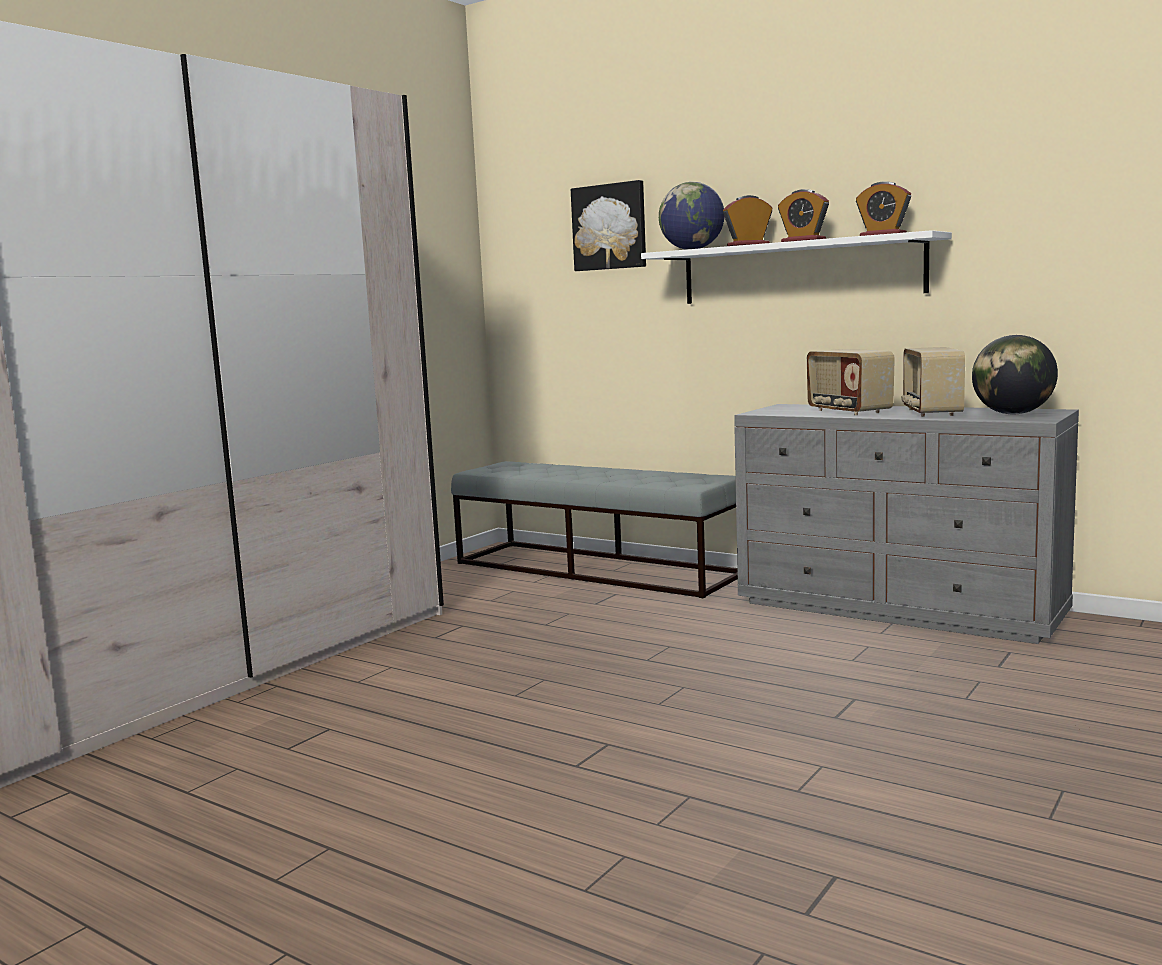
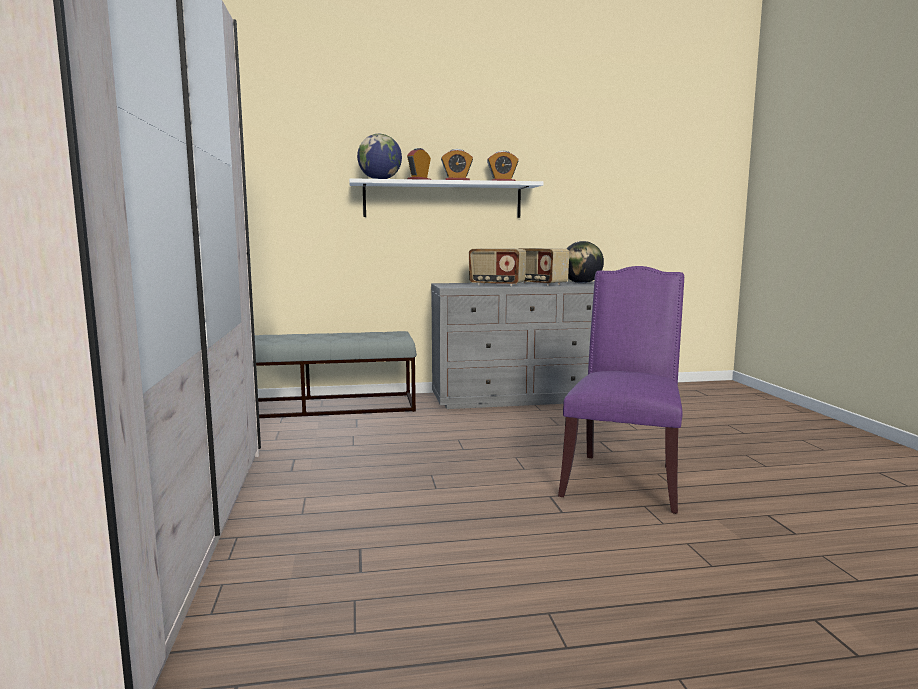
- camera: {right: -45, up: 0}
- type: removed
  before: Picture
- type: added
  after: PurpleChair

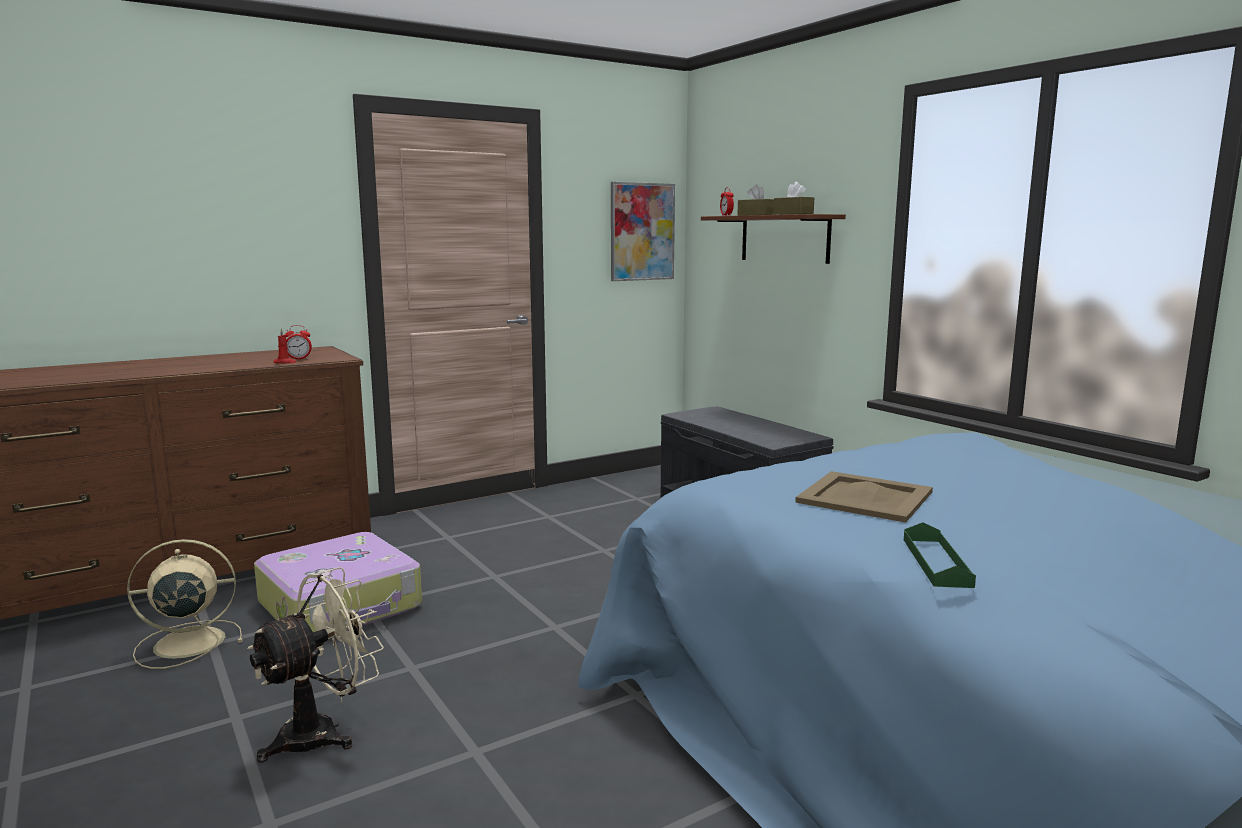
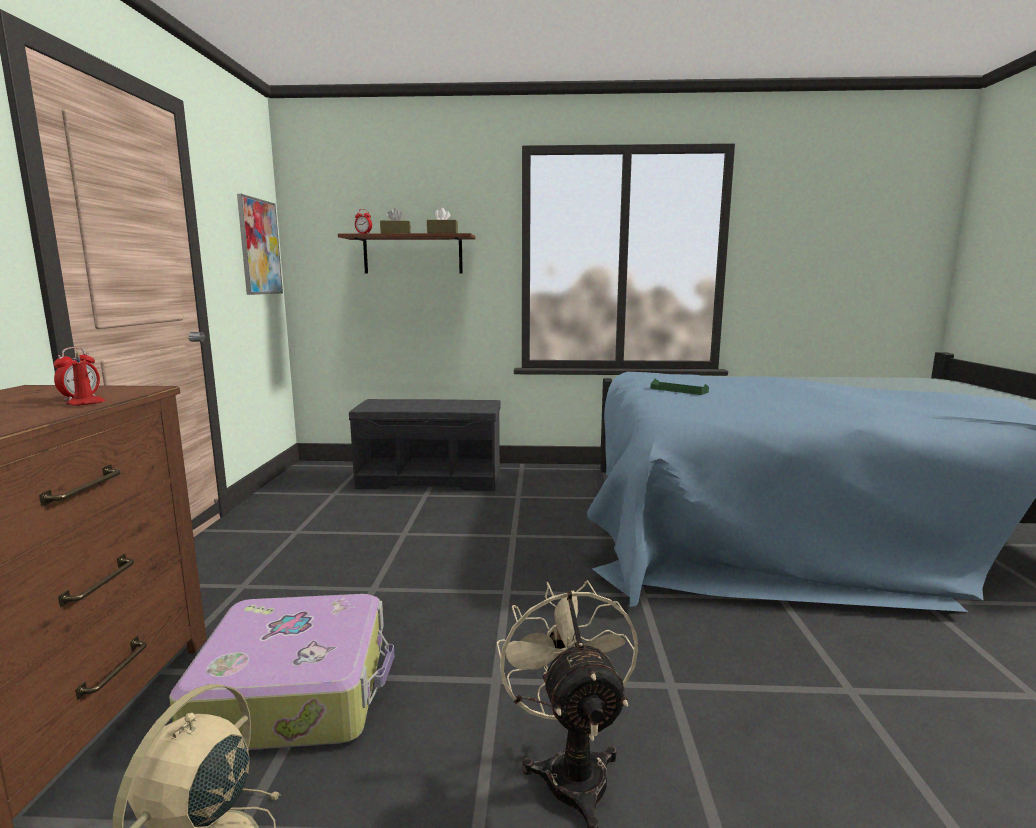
- camera: {right: -55, up: 0}
- type: removed
  before: BeigeTray
- type: moved
  before: GreenTray

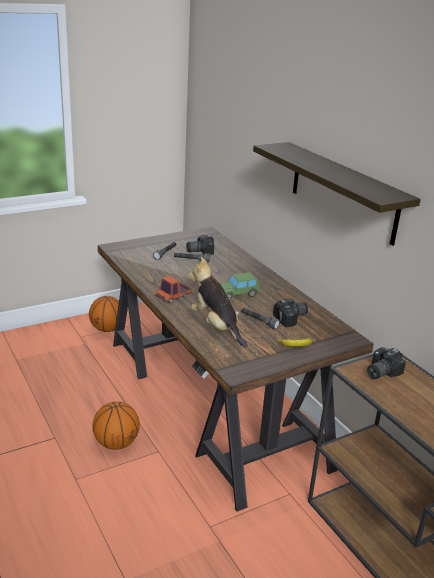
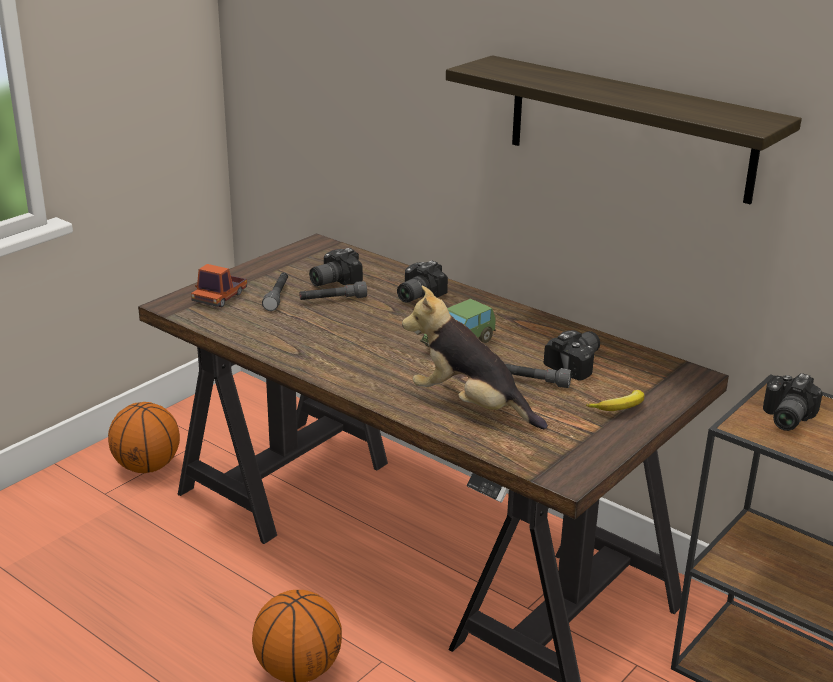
- camera: {right: -20, up: 0}
- type: moved
  before: ToyTruck
- type: added
  after: PhotoCamera (2nd from left)

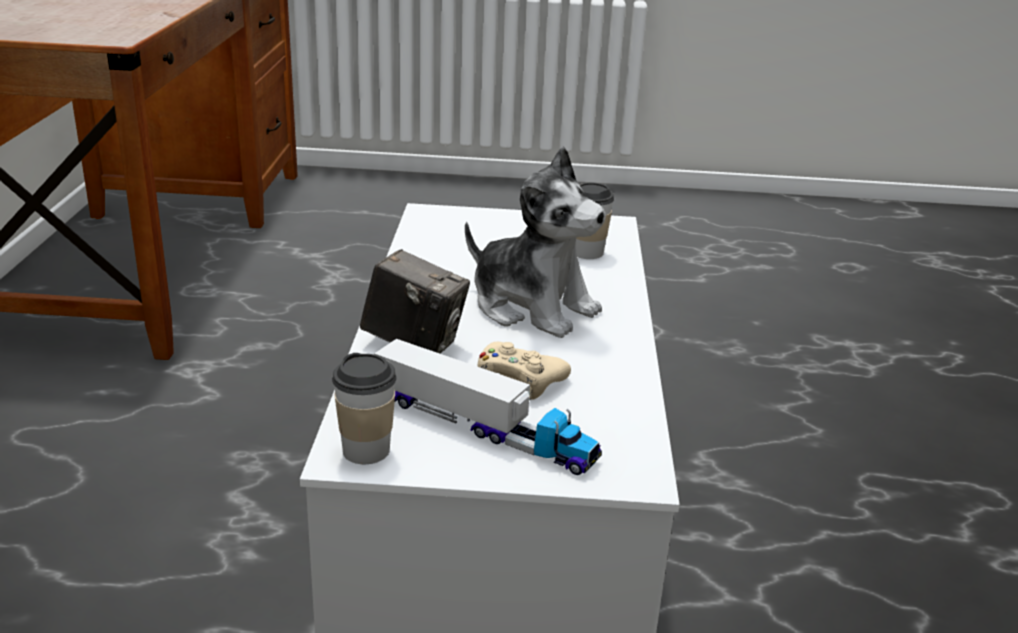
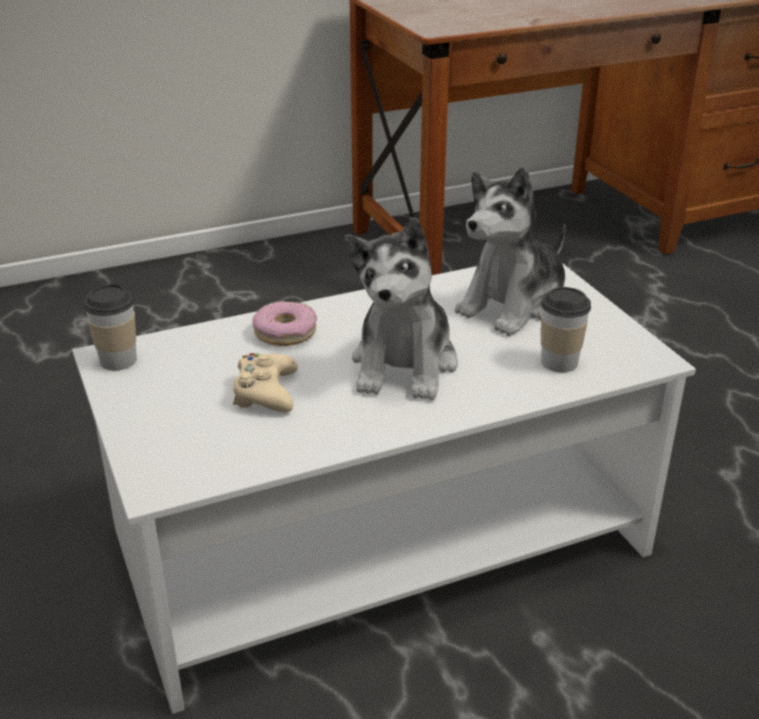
- camera: {right: 65, up: 5}
- type: replaced
  before: PhotoCamera
  after: Donut
- type: removed
  before: ToyTruck
- type: added
  after: PlushToy (2nd from left)

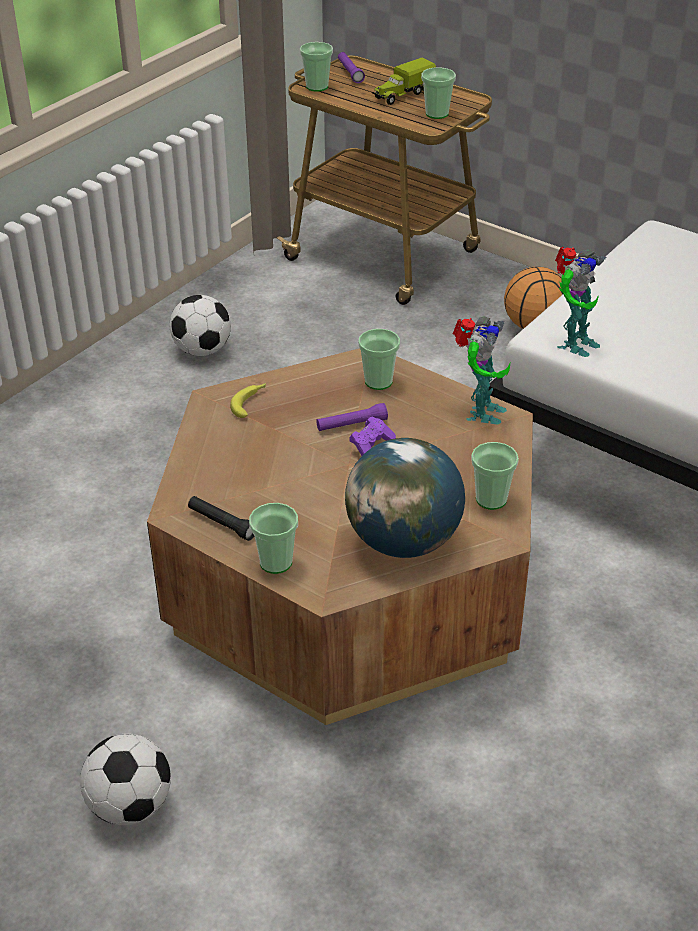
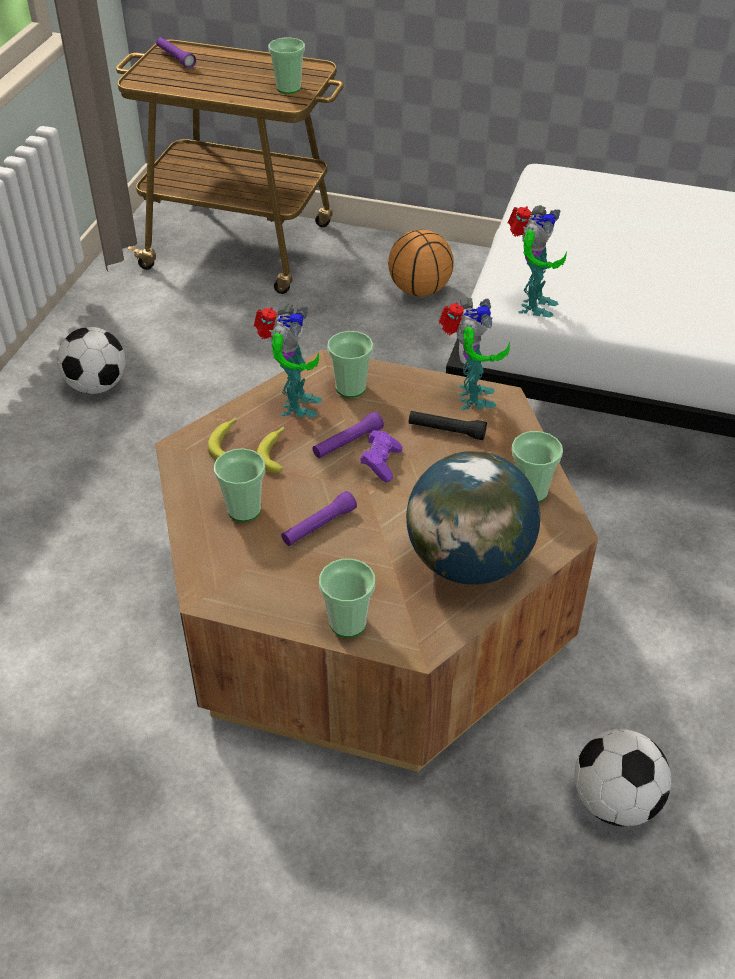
- camera: {right: -20, up: 5}
- type: moved
  before: Football (1st from left in the first image)
  after: Football (2nd from left)
- type: moved
  before: BlackFlashlight
- type: moved
  before: Cup (2nd from left in the first image)
  after: Cup (1st from left)
- type: removed
  before: ToyTruck
- type: added
  after: ToyRobot (1st from left)
- type: added
  after: Banana (2nd from left)
- type: added
  after: PurpleFlashlight (2nd from left)

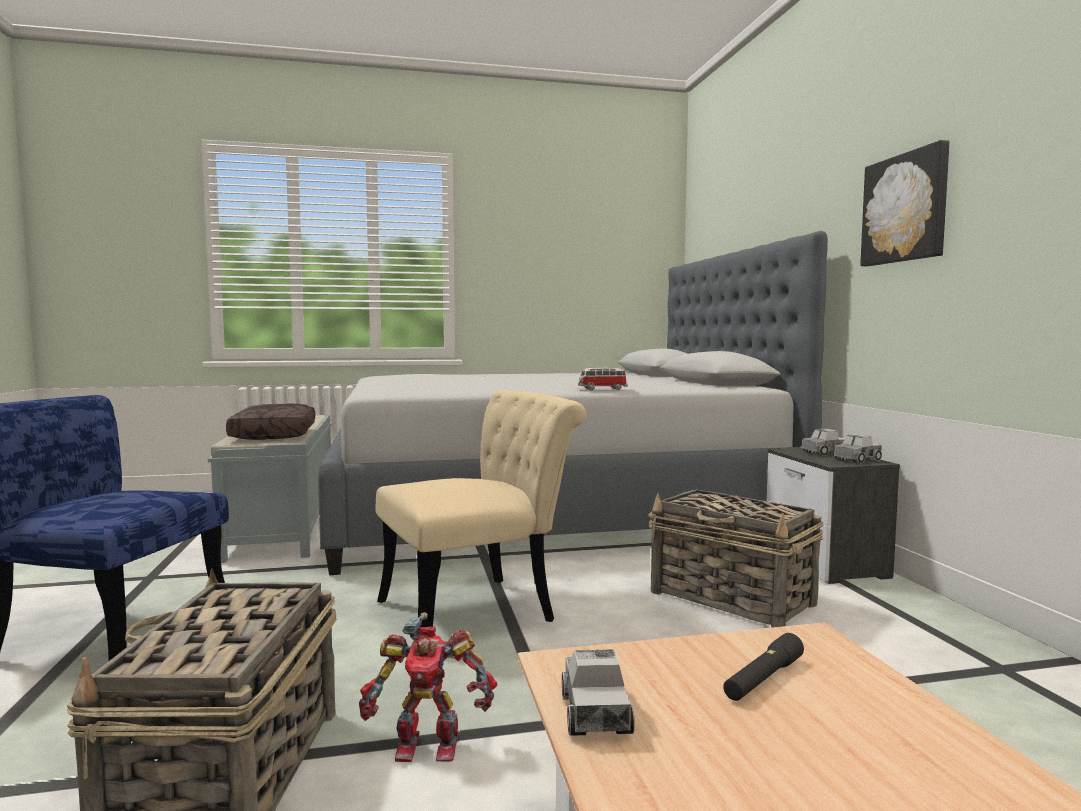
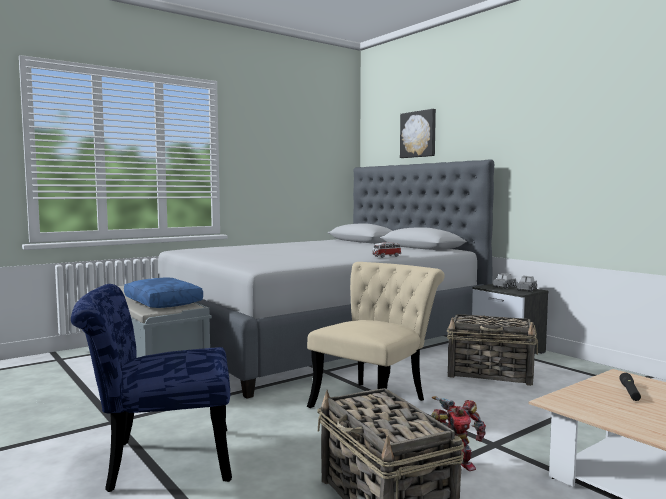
- camera: {right: -25, up: 0}
- type: recoloured
  before: BrownPillow
  after: BluePillow
- type: removed
  before: ToyTruck (1st from left)
- type: moved
  before: Picture

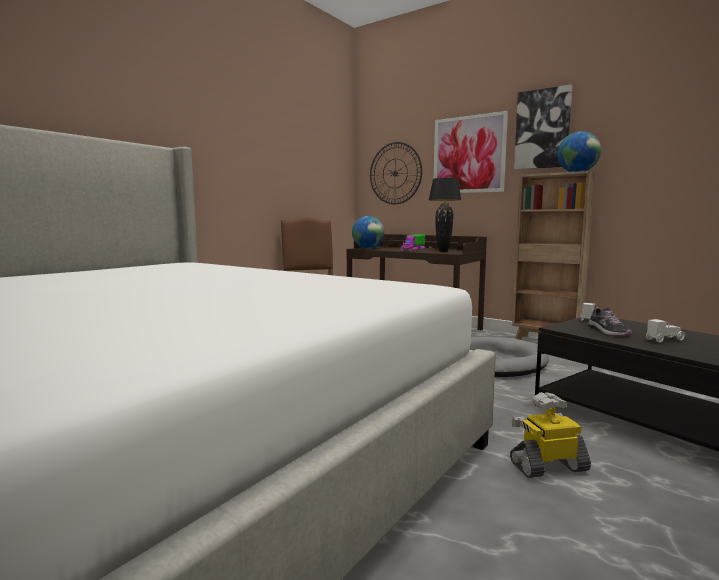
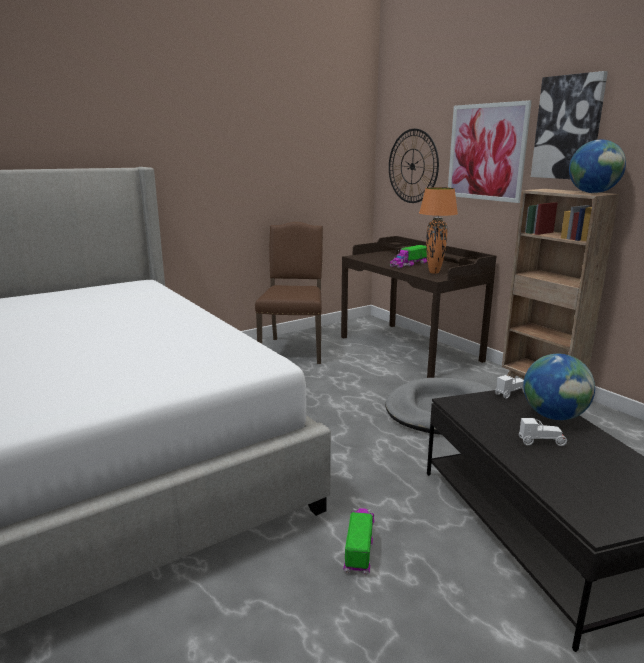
- camera: {right: 20, up: 10}
- type: moved
  before: Globe (1st from left)
- type: recoloured
  before: BlackTableLamp
  after: OrangeTableLamp
- type: replaced
  before: ToyRobot
  after: ToyTruck (1st from left)
- type: removed
  before: Shoe

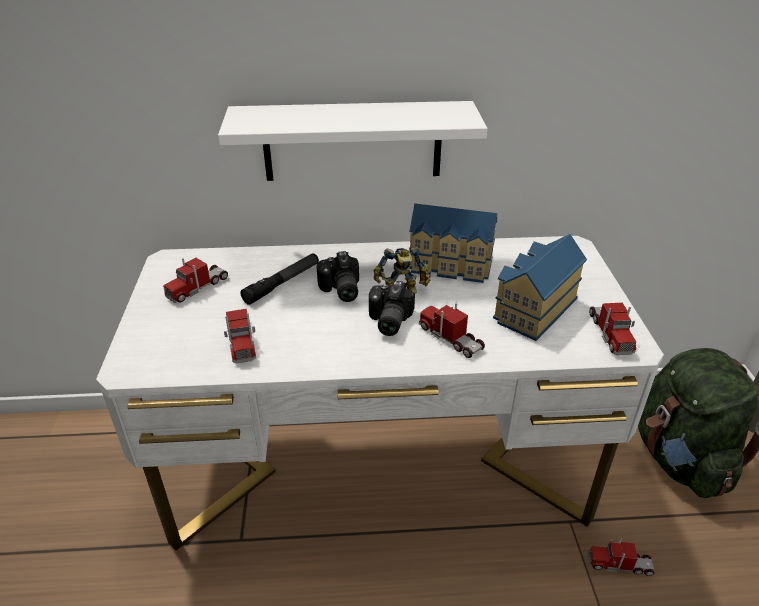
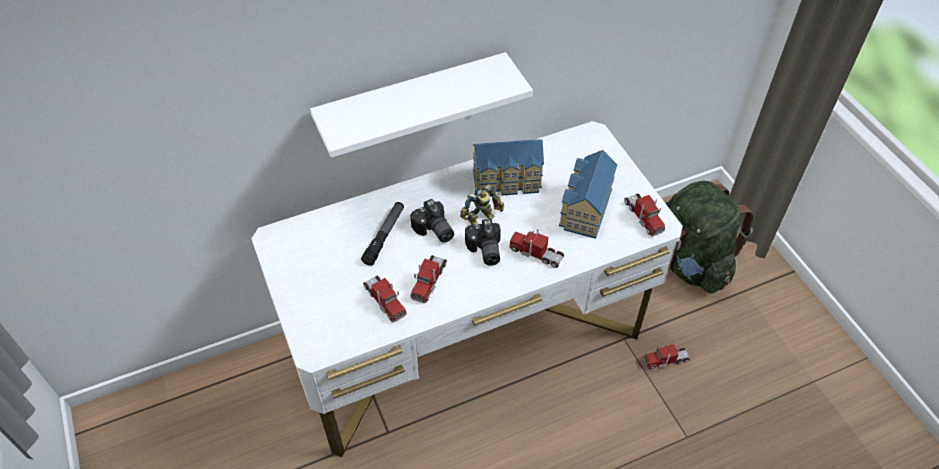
- camera: {right: -20, up: 15}
- type: moved
  before: ToyTruck (1st from left in the first image)
  after: ToyTruck (2nd from left)

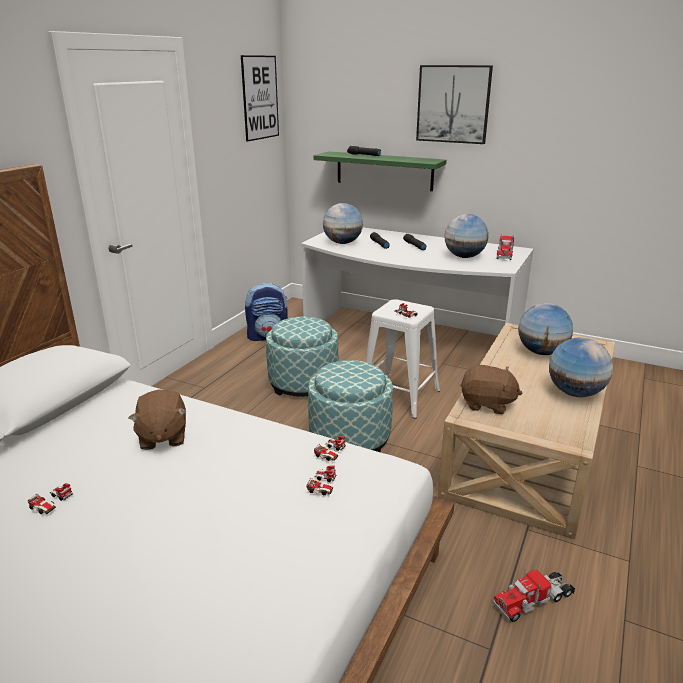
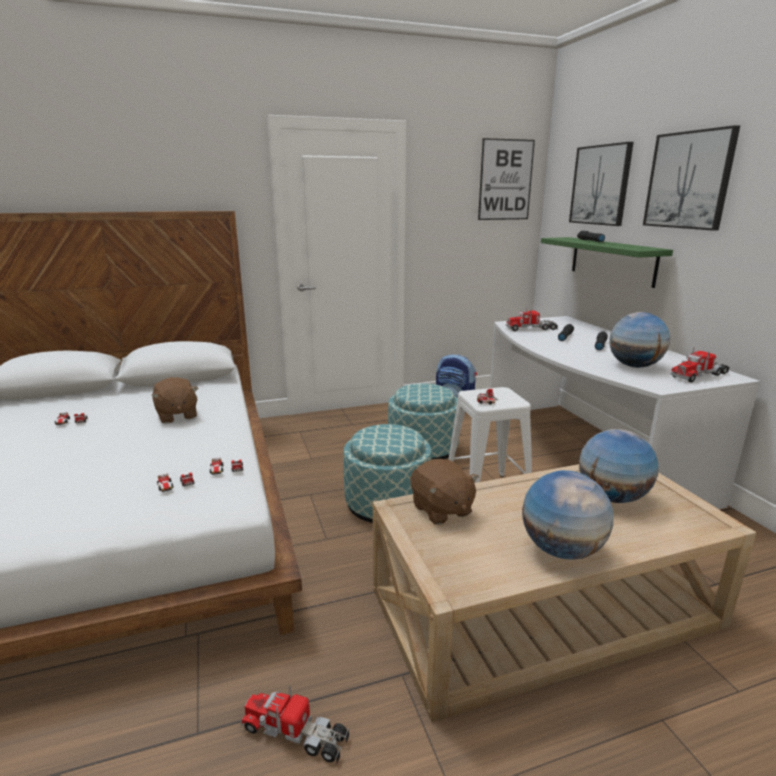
- camera: {right: 45, up: -5}
- type: turned
  before: BrownPlushToy (1st from left)
  turn: -60
- type: replaced
  before: Globe (1st from left)
  after: ToyTruck (2nd from left)
- type: added
  after: Picture (2nd from left)

